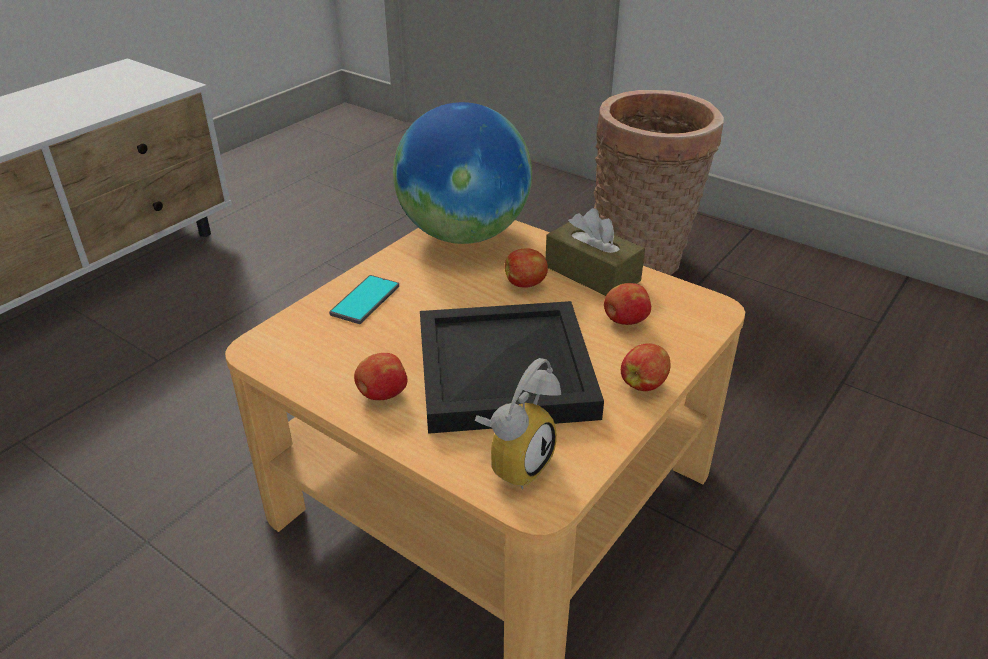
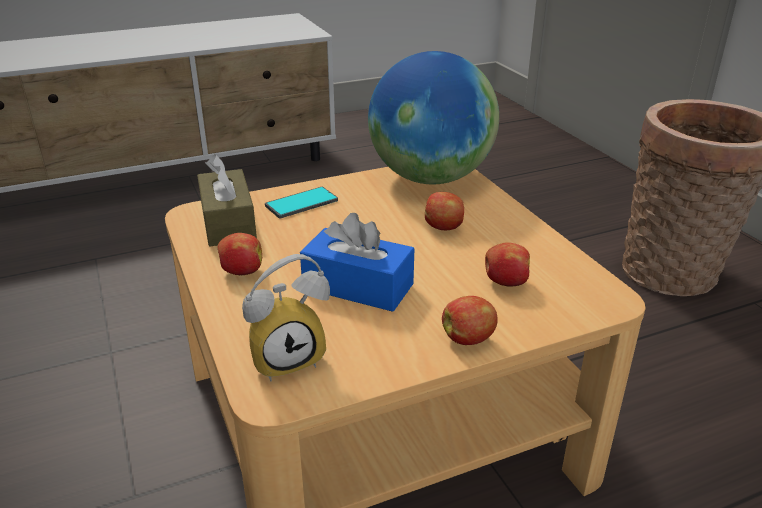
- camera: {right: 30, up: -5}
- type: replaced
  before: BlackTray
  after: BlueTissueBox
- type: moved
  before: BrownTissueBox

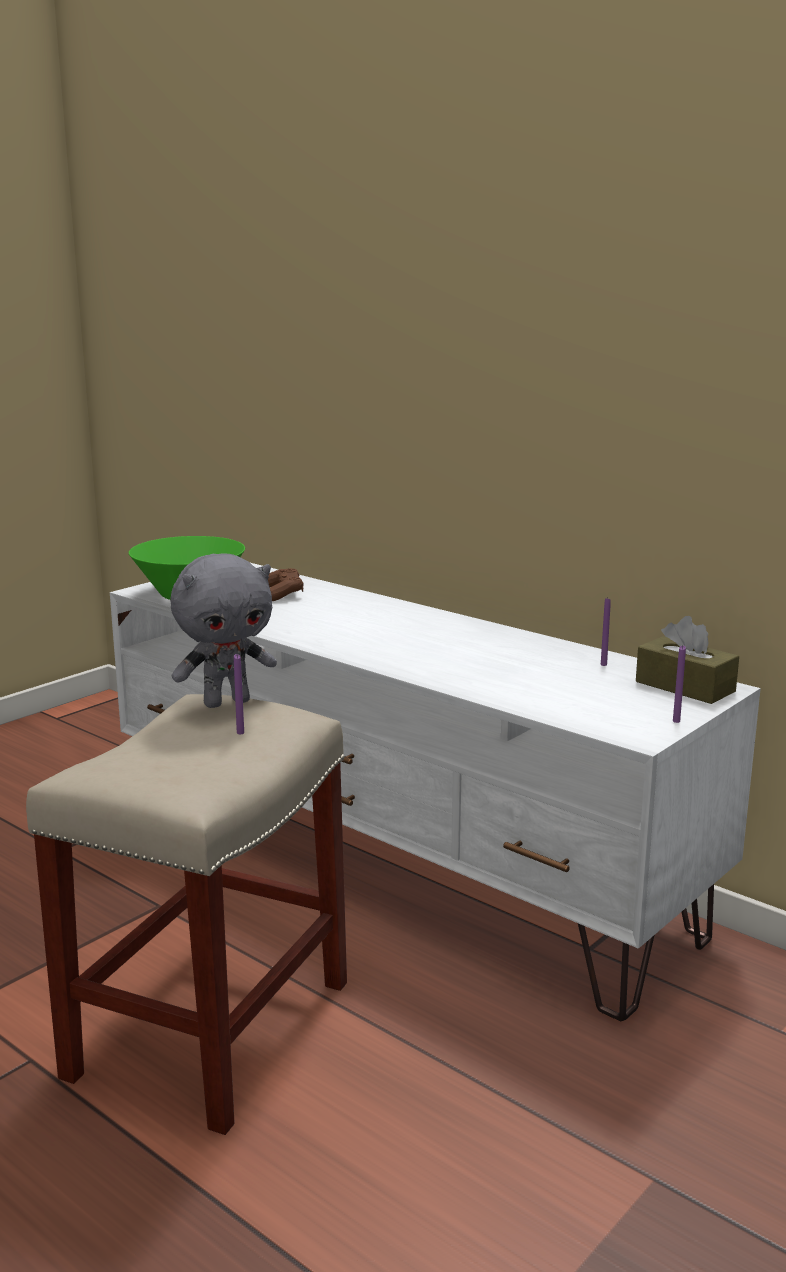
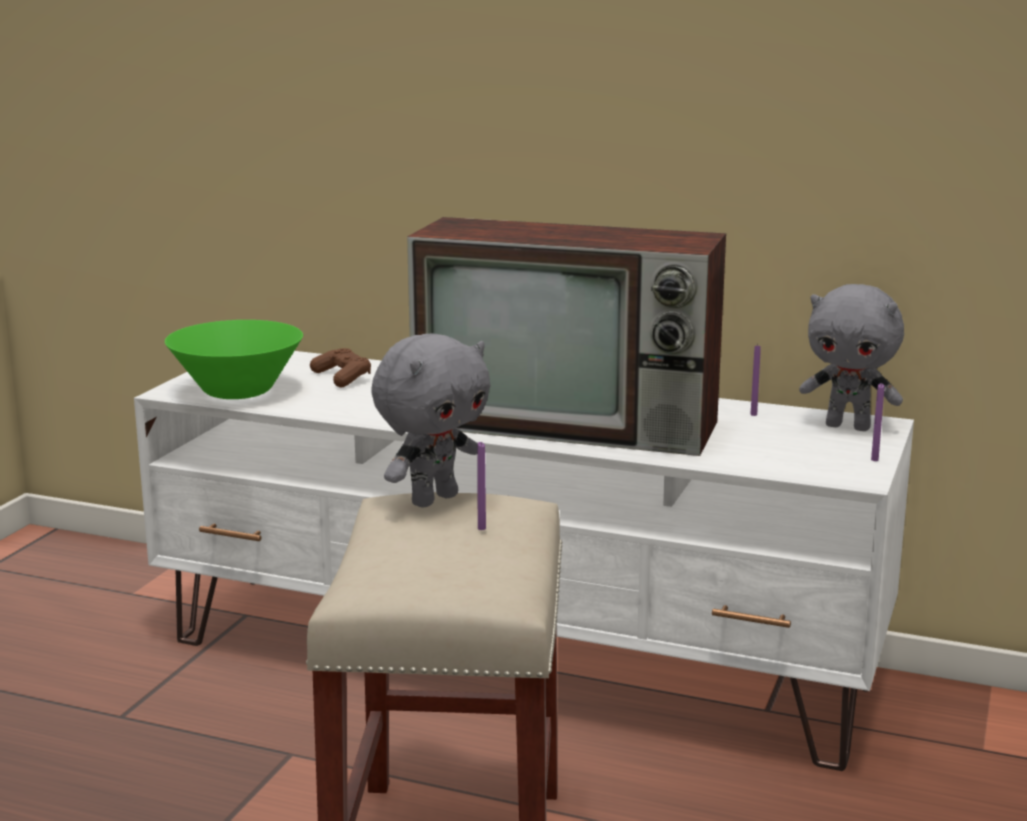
- camera: {right: -20, up: 0}
- type: replaced
  before: BrownTissueBox
  after: GreyPlushToy (2nd from left)
- type: added
  after: Television

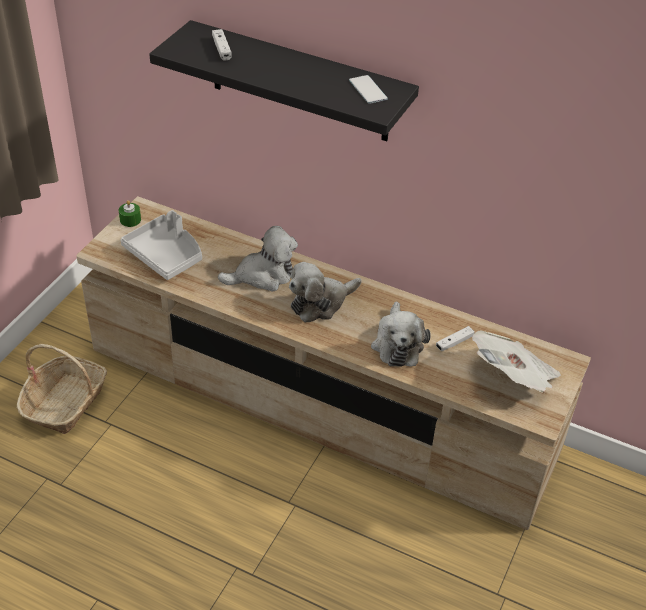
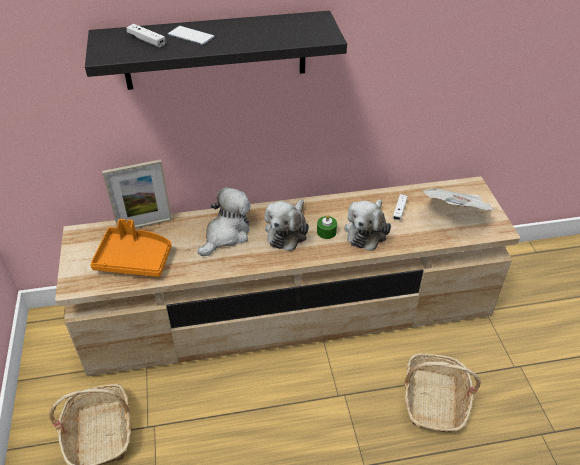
- camera: {right: -35, up: 0}
- type: moved
  before: GreenCandle
- type: recoloured
  before: GreyTray
  after: OrangeTray
- type: moved
  before: Phone
- type: turned
  before: PlushToy (3rd from left)
  turn: 60
- type: added
  after: PictureFrame
- type: added
  after: Basket (2nd from left)

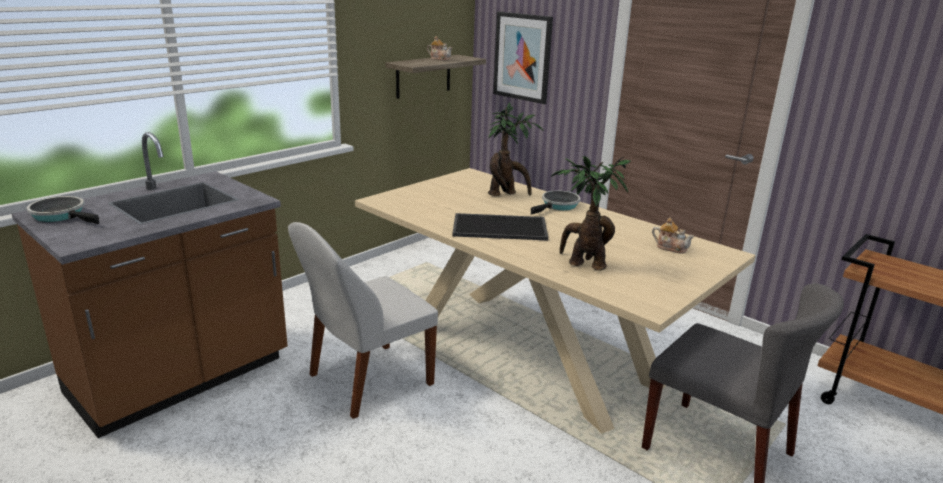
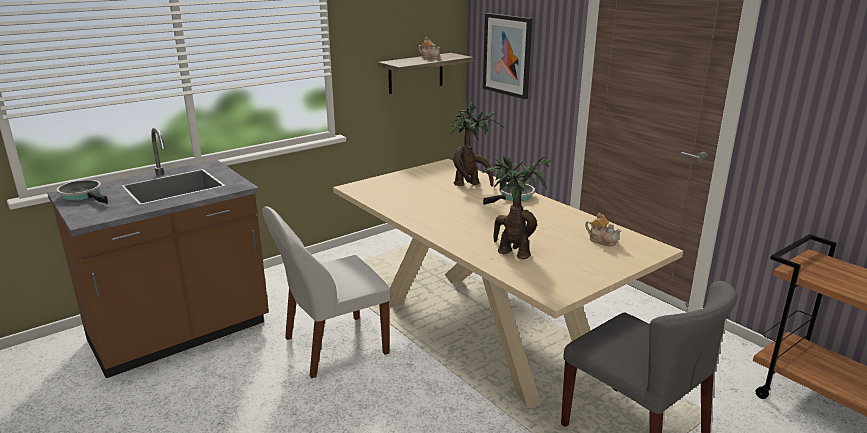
- camera: {right: 10, up: 0}
- type: removed
  before: Tray

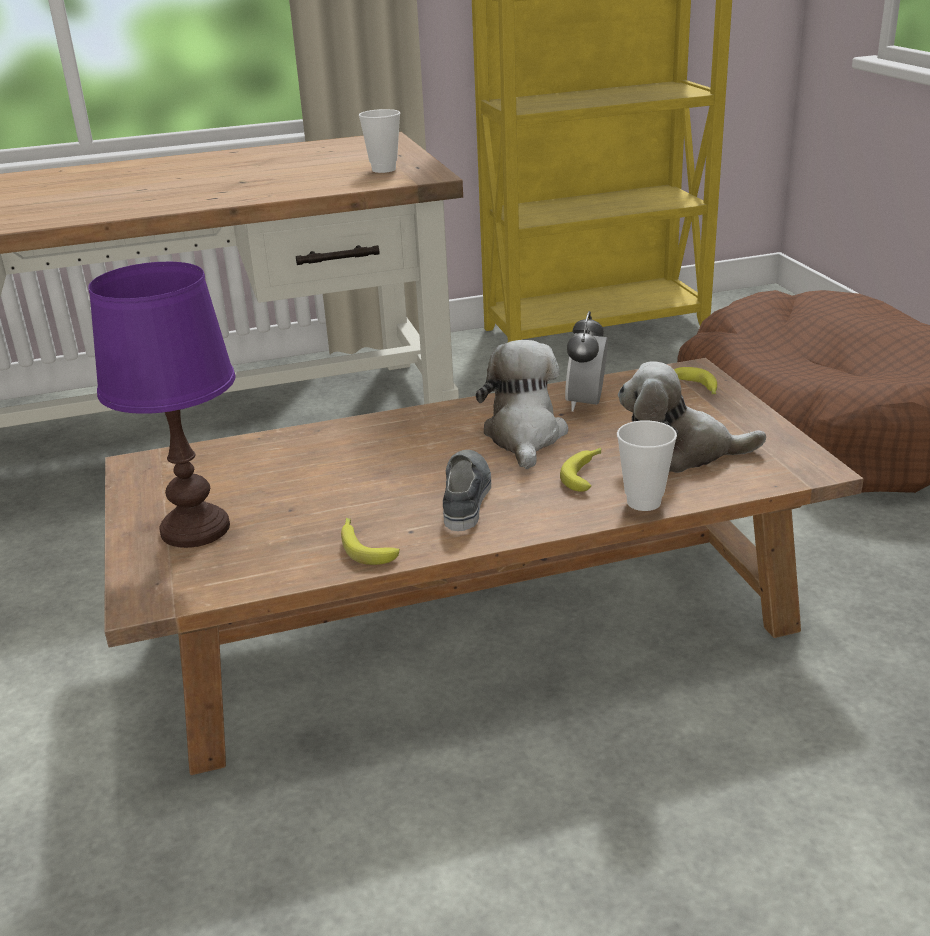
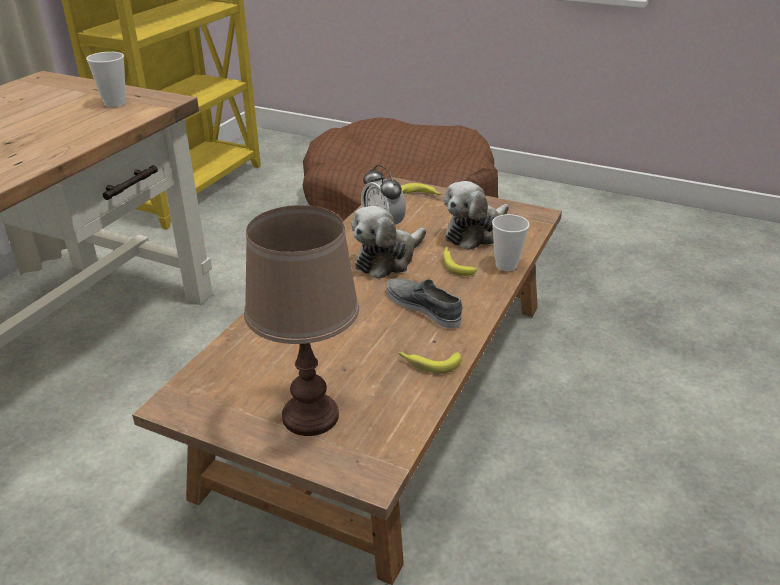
- camera: {right: -50, up: 5}
- type: recoloured
  before: PurpleTableLamp
  after: BrownTableLamp
- type: turned
  before: PlushToy (1st from left)
  turn: -90

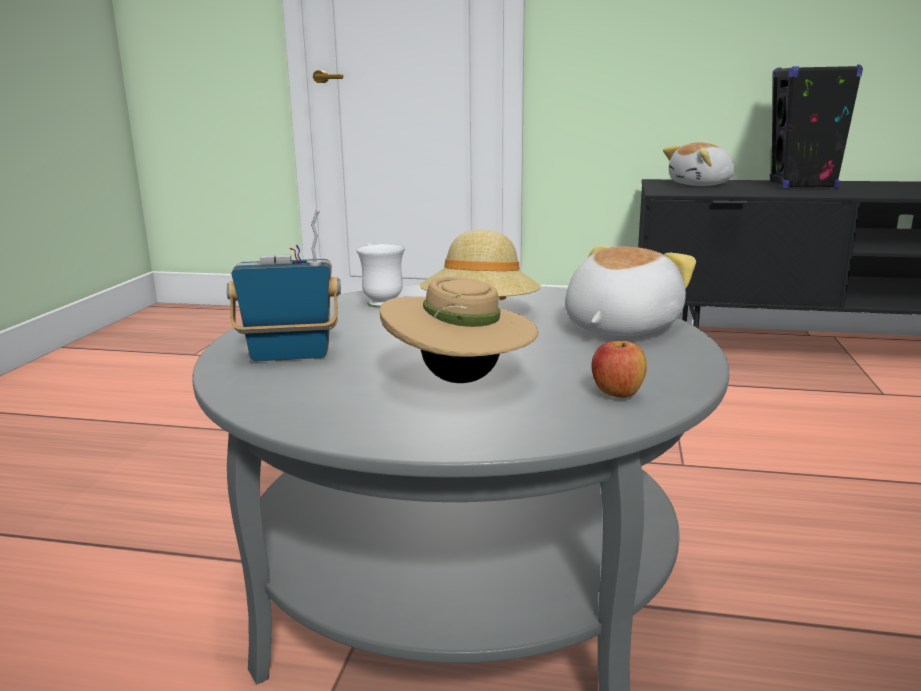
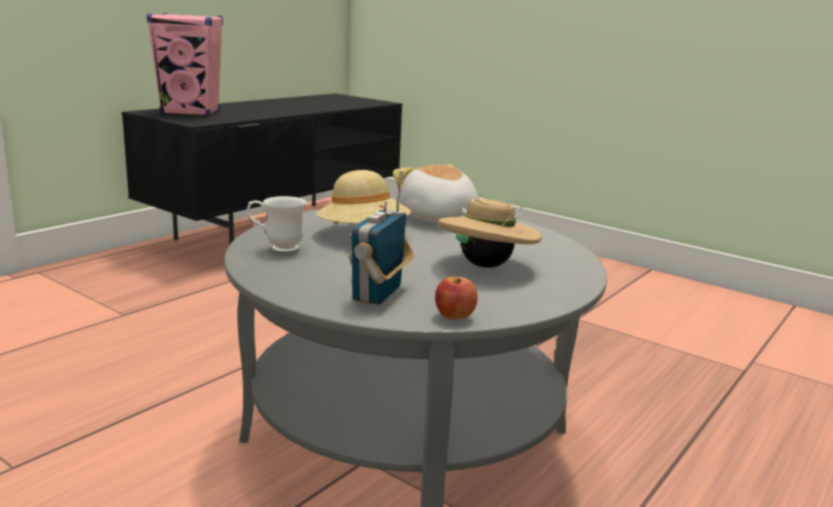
- camera: {right: -65, up: 0}
- type: moved
  before: Apple
- type: replaced
  before: PlushToy (2nd from left)
  after: PinkSpeaker
- type: removed
  before: BlackSpeaker

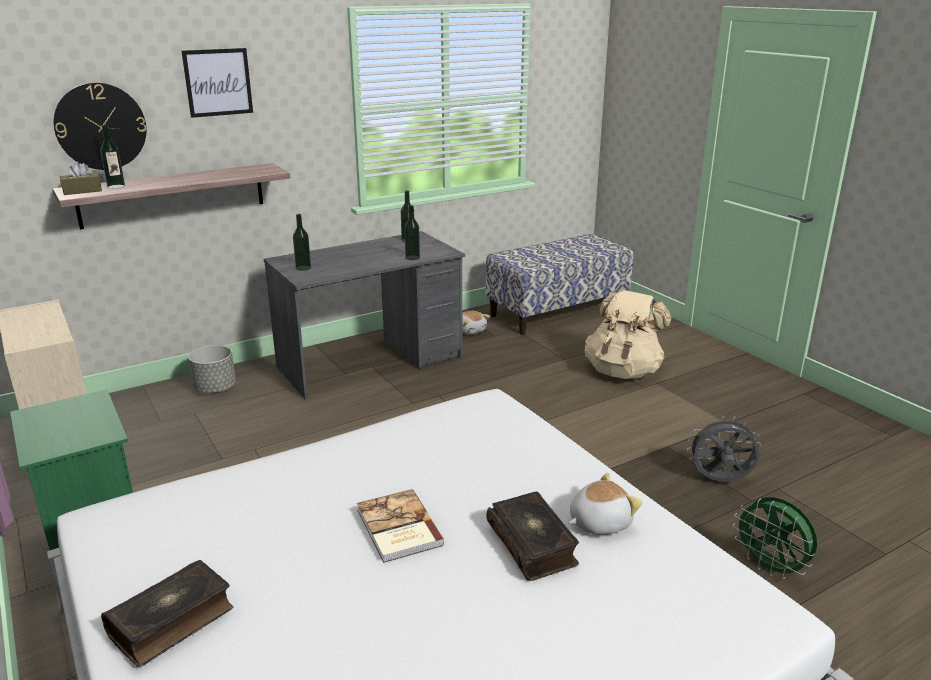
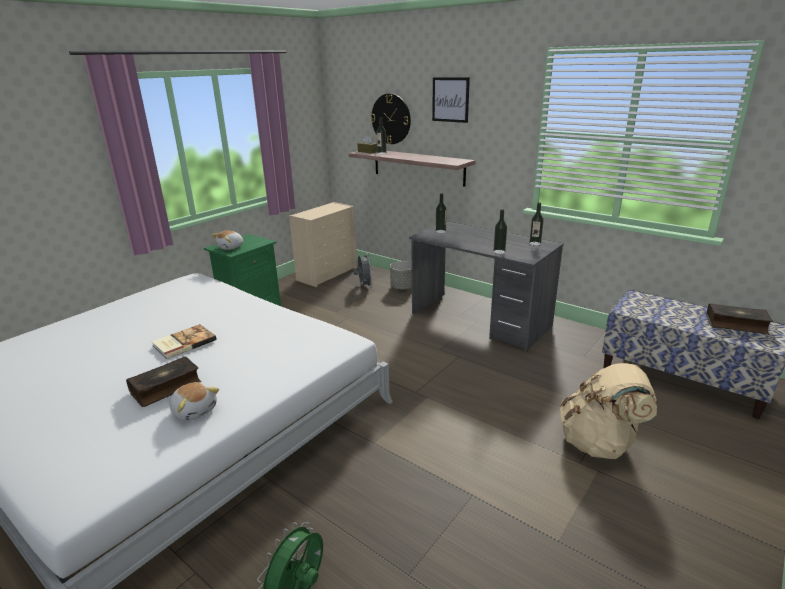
- camera: {right: 70, up: 0}
- type: moved
  before: Book (1st from left in the first image)
  after: Book (3rd from left)
- type: moved
  before: PlushToy (1st from left in the first image)
  after: PlushToy (2nd from left)
- type: moved
  before: GreyFan

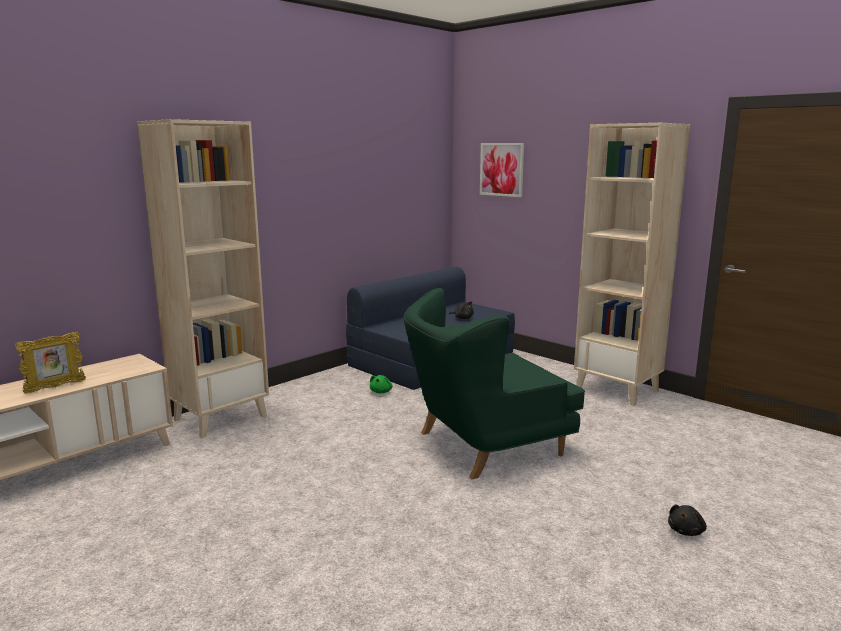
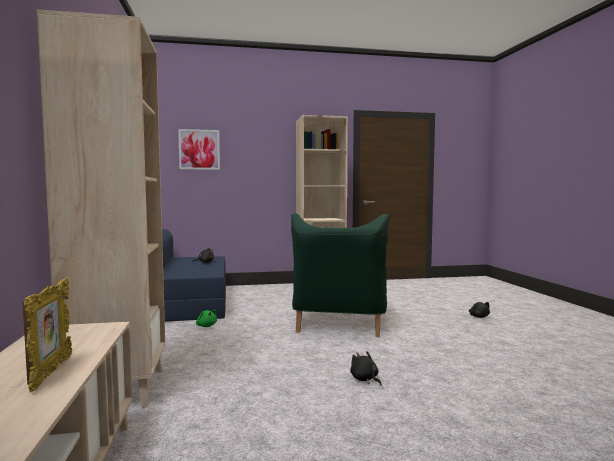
- camera: {right: -55, up: -10}
- type: added
  after: BlackPlushToy (2nd from left)

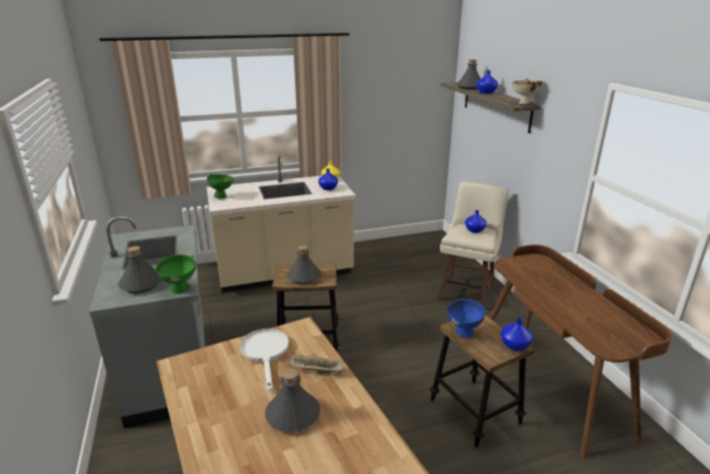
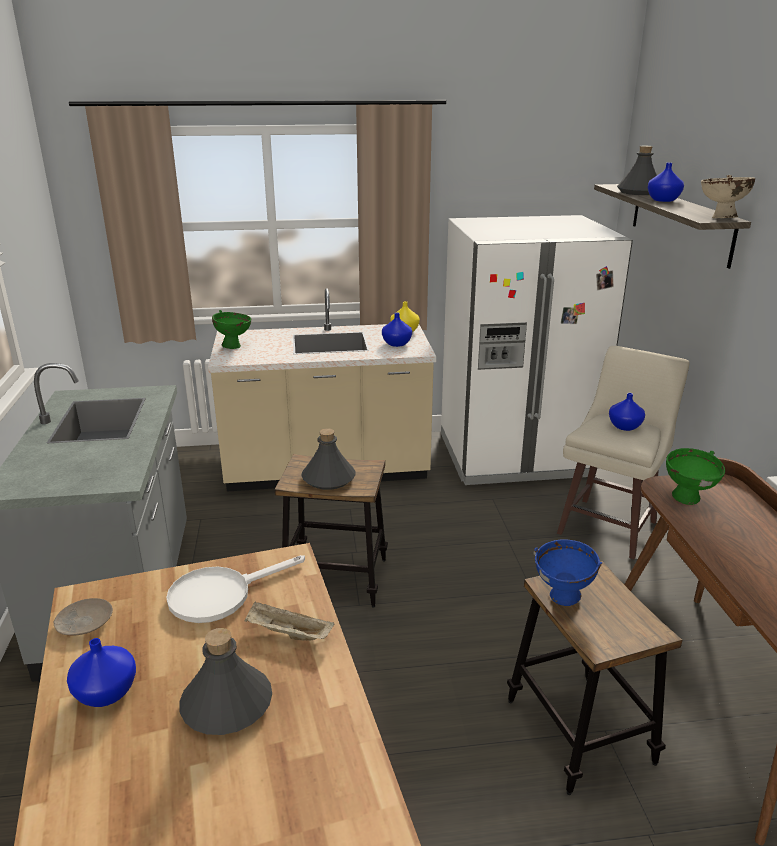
- camera: {right: 10, up: 0}
- type: removed
  before: GreyBottle (1st from left)
- type: moved
  before: GreenBowl (1st from left in the first image)
  after: GreenBowl (2nd from left)
- type: turned
  before: WhiteFryingPan
  turn: -120
- type: moved
  before: BlueVase (4th from left in the first image)
  after: BlueVase (1st from left)
- type: added
  after: BeigePlate
- type: added
  after: WhiteFridge

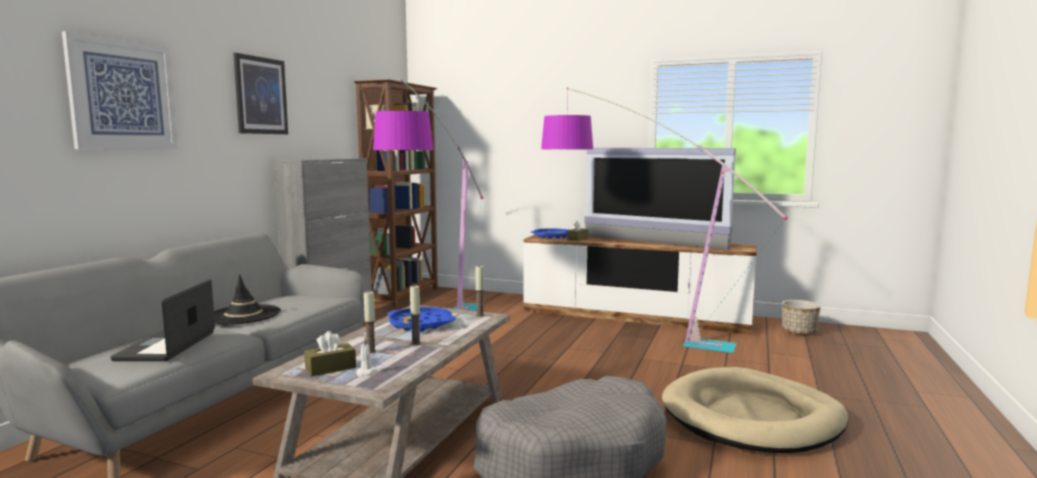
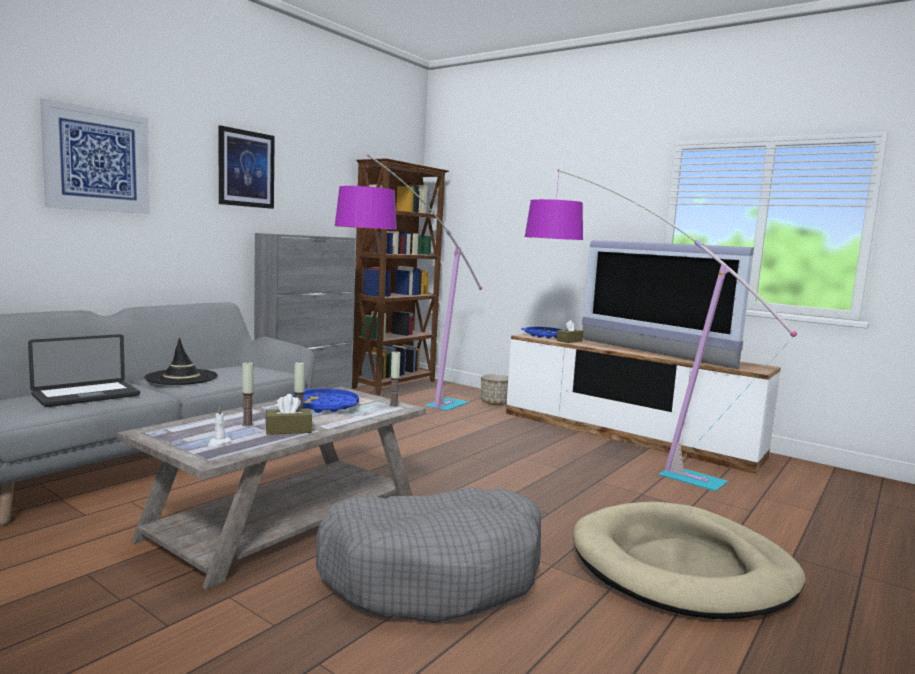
- camera: {right: 15, up: 0}
- type: turned
  before: Laptop
  turn: -150
- type: moved
  before: BrownTissueBox (1st from left)
- type: moved
  before: Planter

